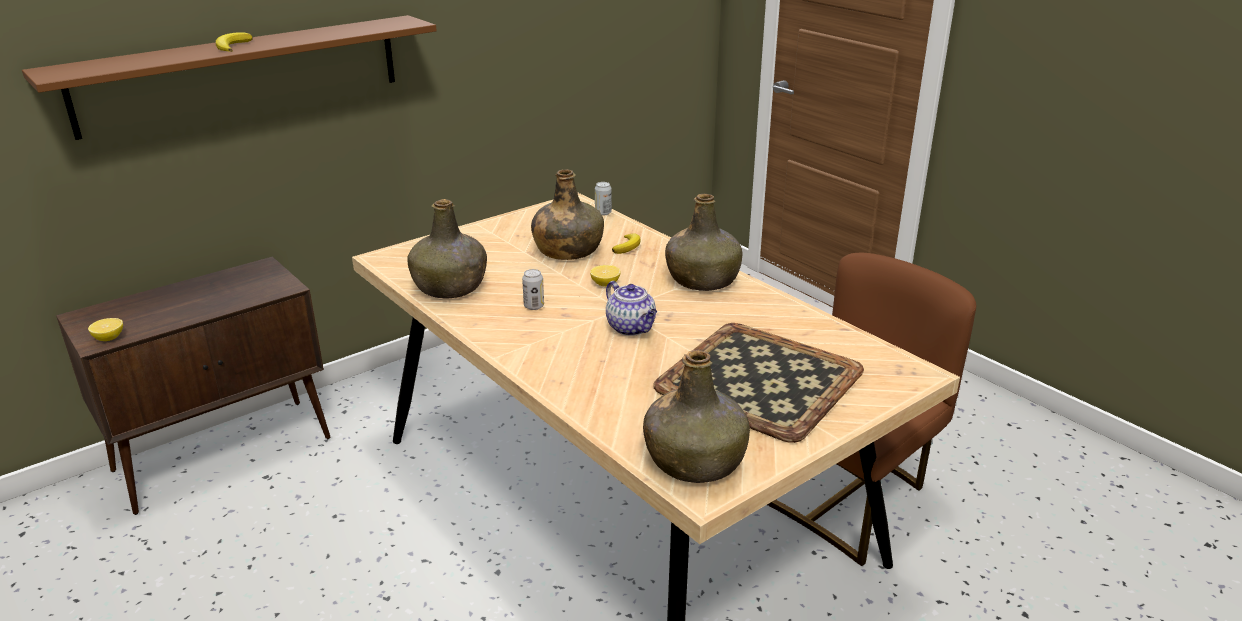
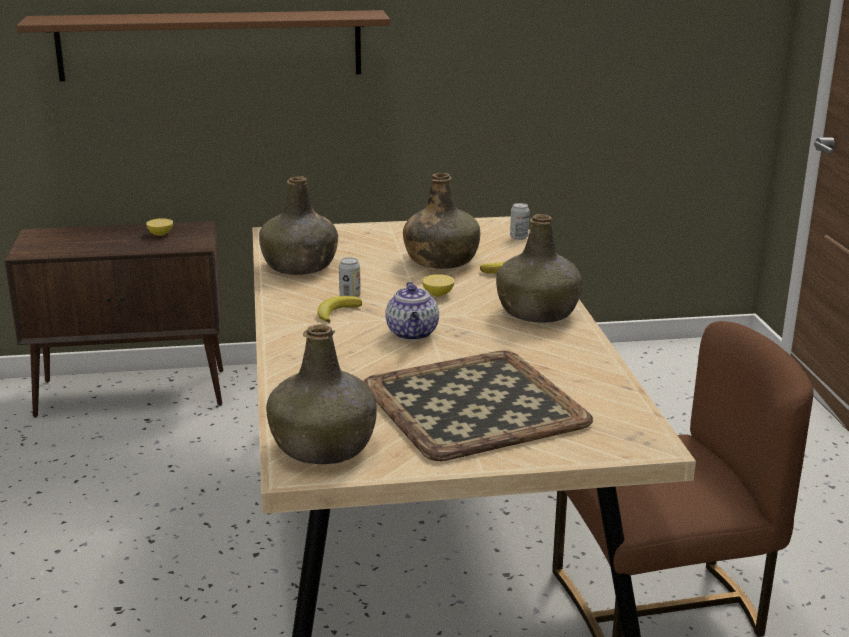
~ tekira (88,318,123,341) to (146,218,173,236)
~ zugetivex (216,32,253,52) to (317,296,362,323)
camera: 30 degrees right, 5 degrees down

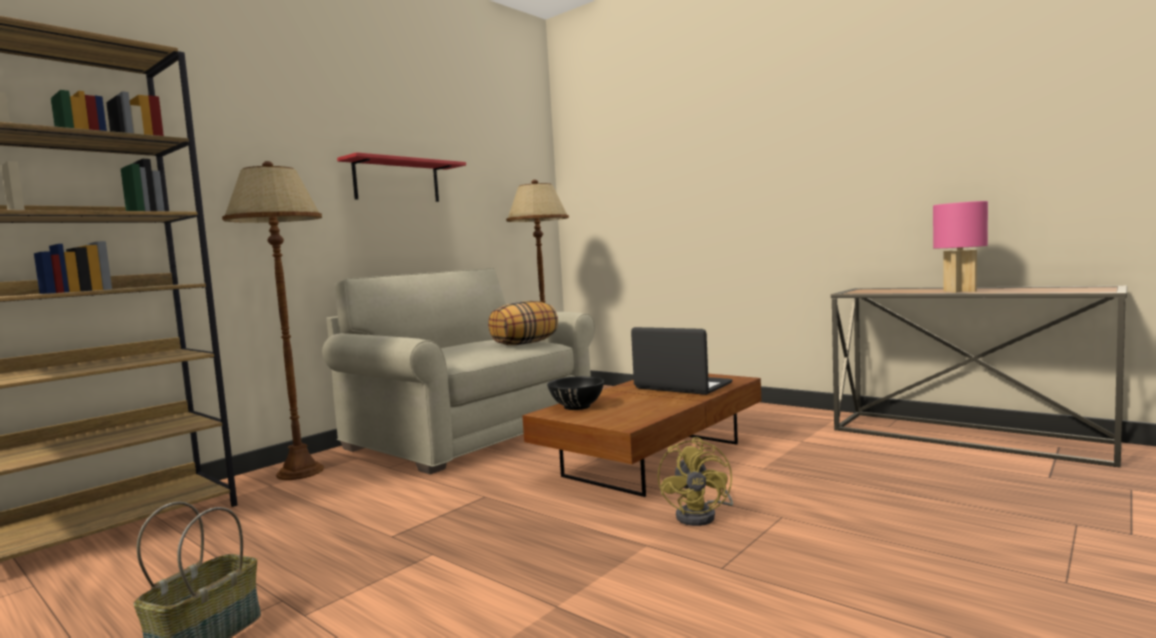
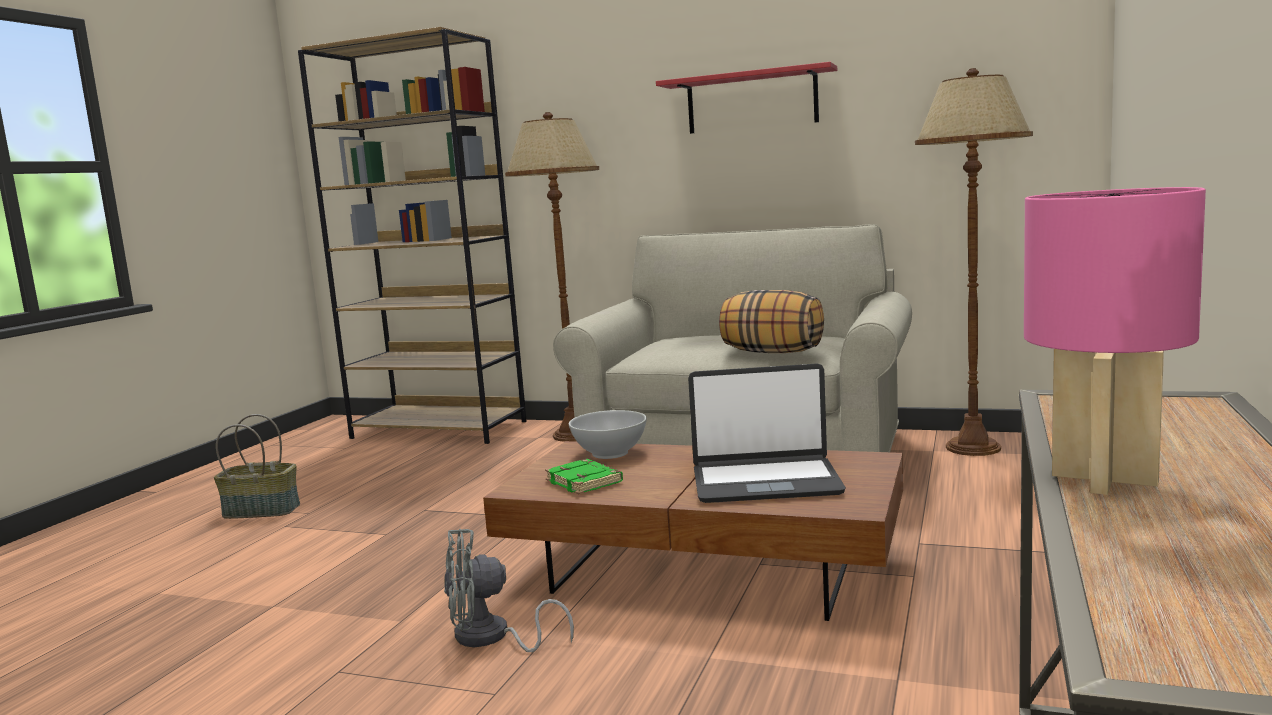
+ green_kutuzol (545,459,623,494)
~ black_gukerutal (547,376,604,410) to white_gukerutal (569,410,647,459)
~ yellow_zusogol (658,437,733,526) to grey_zusogol (444,529,574,652)
~ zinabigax (631,327,733,395) = (688,363,846,503) 75 degrees clockwise
camera: 70 degrees right, 5 degrees up

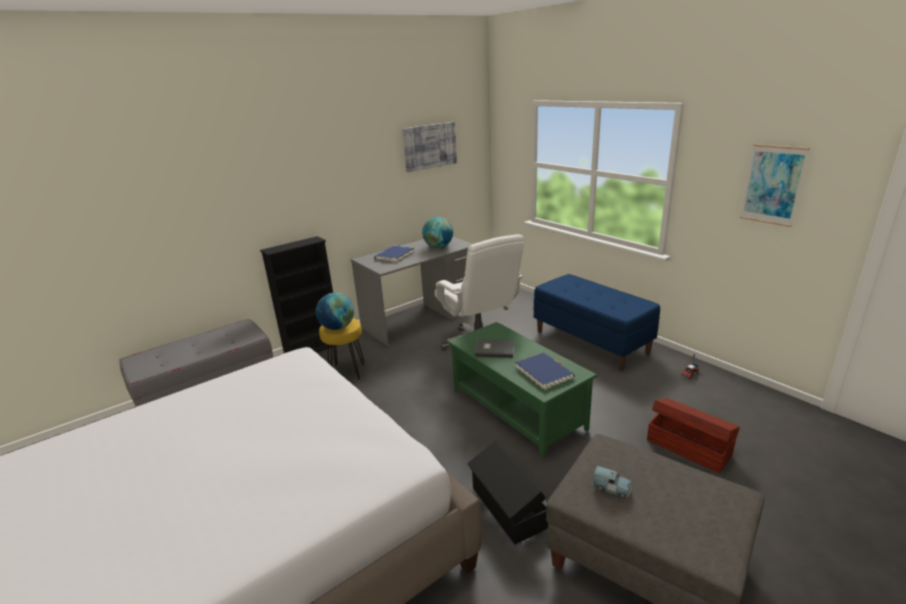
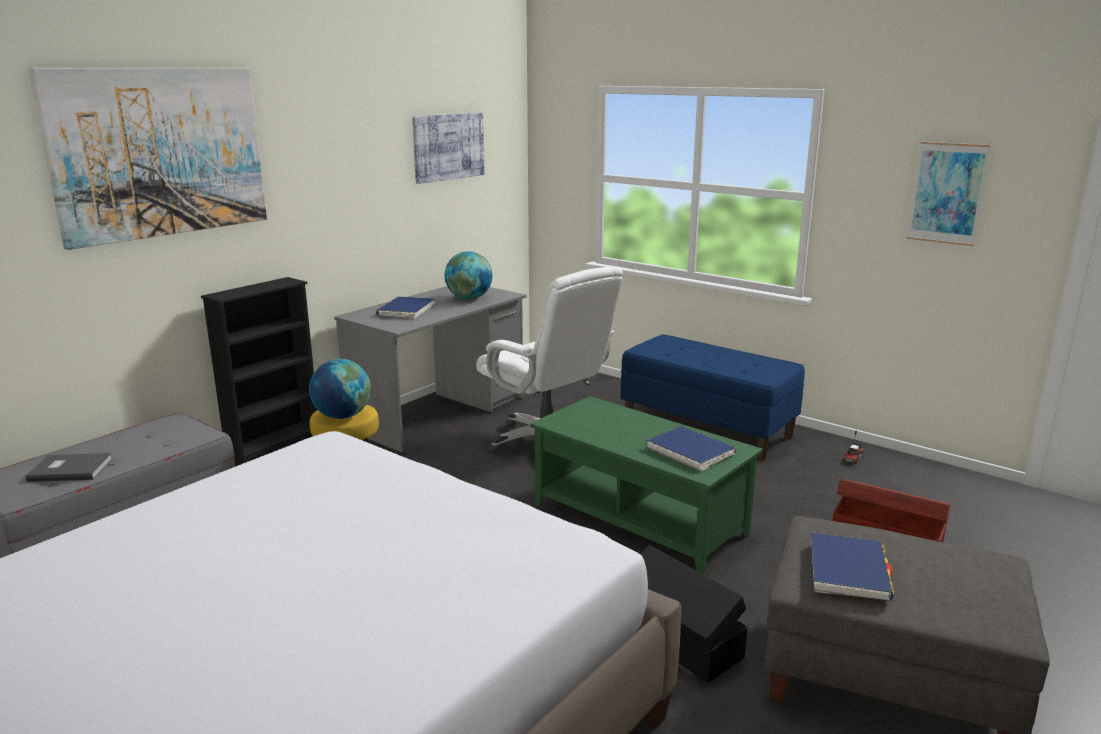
+ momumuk (28,68,267,250)
~ grey_kutuzol (475,339,514,358) to (26,453,112,482)
~ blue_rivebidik (592,466,631,498) to blue_kutuzol (811,532,894,601)
camera: 15 degrees left, 5 degrees down

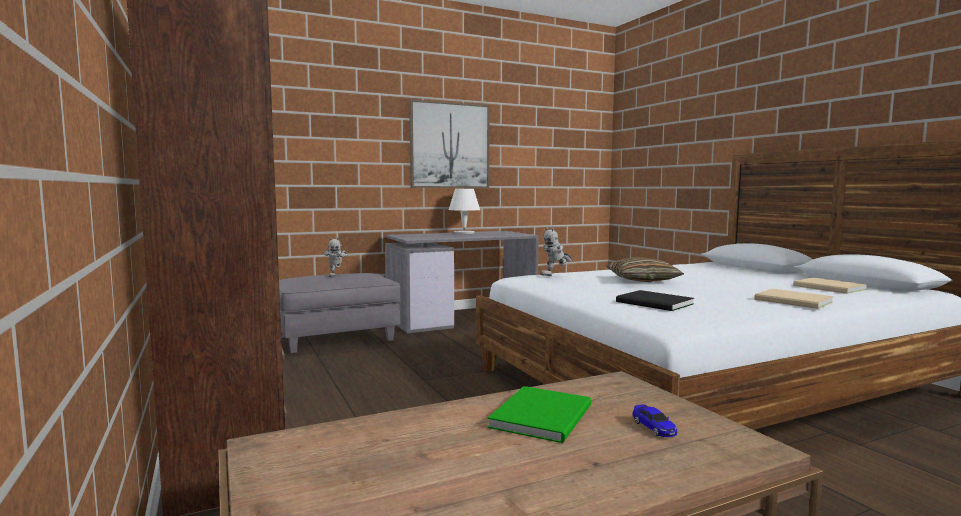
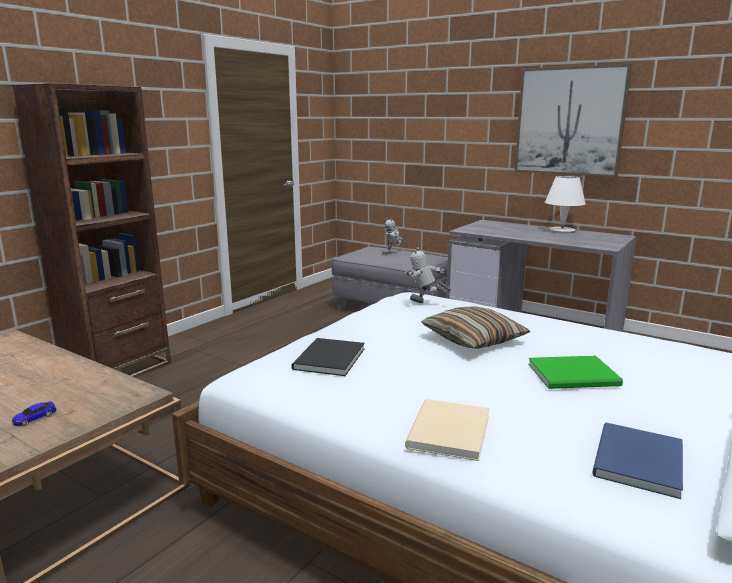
~ green_kutuzol (488,386,591,443) to (528,356,623,389)
~ beige_kutuzol (793,278,868,294) to blue_kutuzol (592,423,683,499)
camera: 60 degrees right, 10 degrees up

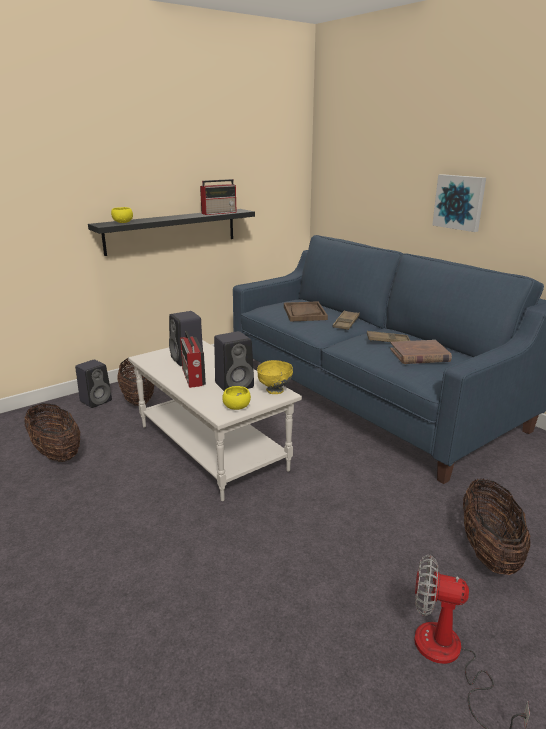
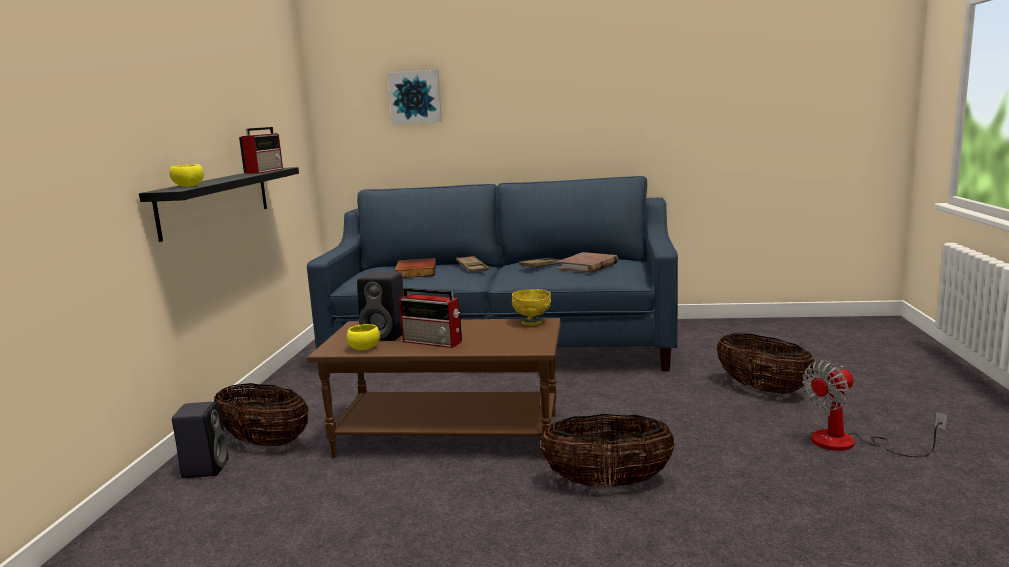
- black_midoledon (214,331,254,391)
~ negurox (24,403,80,462) to (540,414,676,487)
~ yellow_gukerutal (222,386,251,410) to (347,324,380,350)
~ momumuk (432,174,486,232) to (388,70,442,124)
~ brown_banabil (284,301,328,322) to kutuzol (395,258,436,278)
~ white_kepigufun (128,340,302,501) to brown_kepigufun (307,318,561,458)
camera: 45 degrees left, 10 degrees down

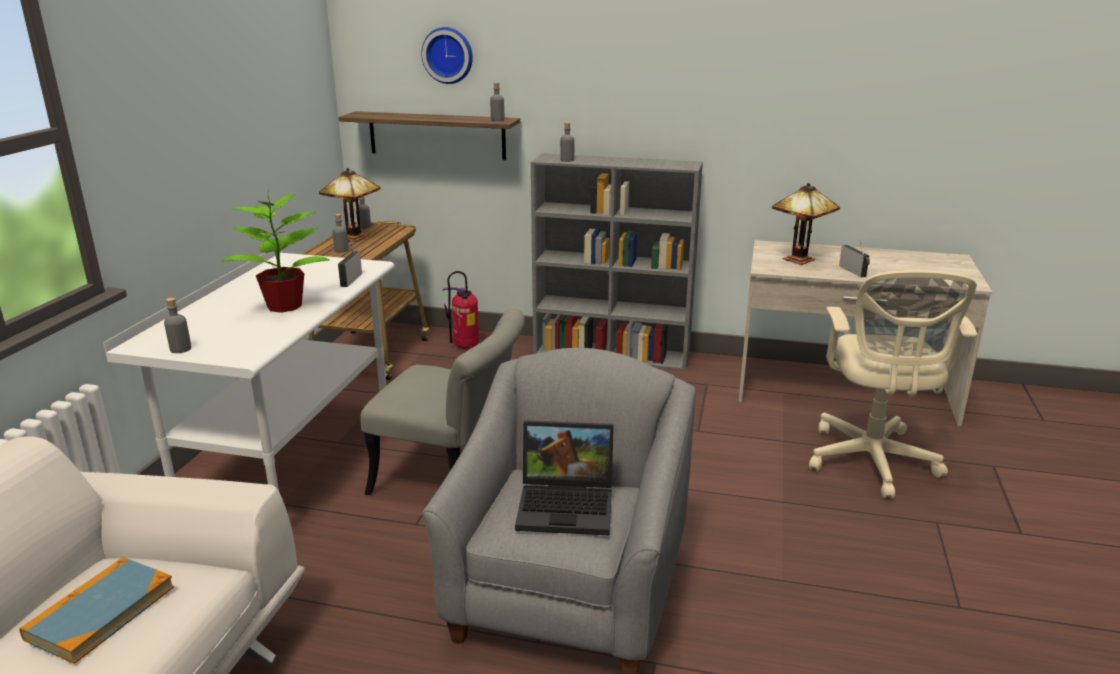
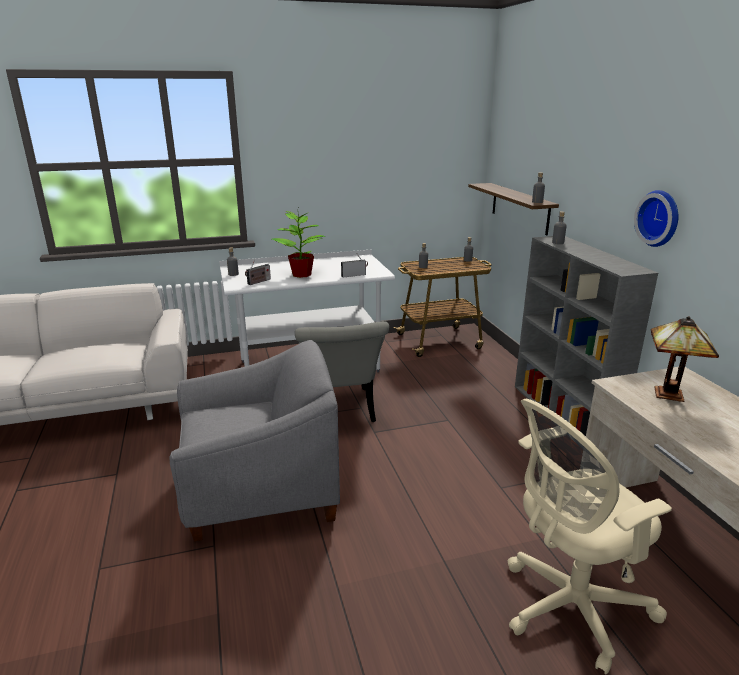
- kutuzol (19,557,174,664)
- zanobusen (319,168,380,242)
- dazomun (443,271,479,349)
- zinabigax (515,420,614,536)
~ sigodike (421,27,473,84) to (634,190,678,247)
~ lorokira (839,240,870,277) to (245,260,271,285)
camera: 60 degrees right, 0 degrees up

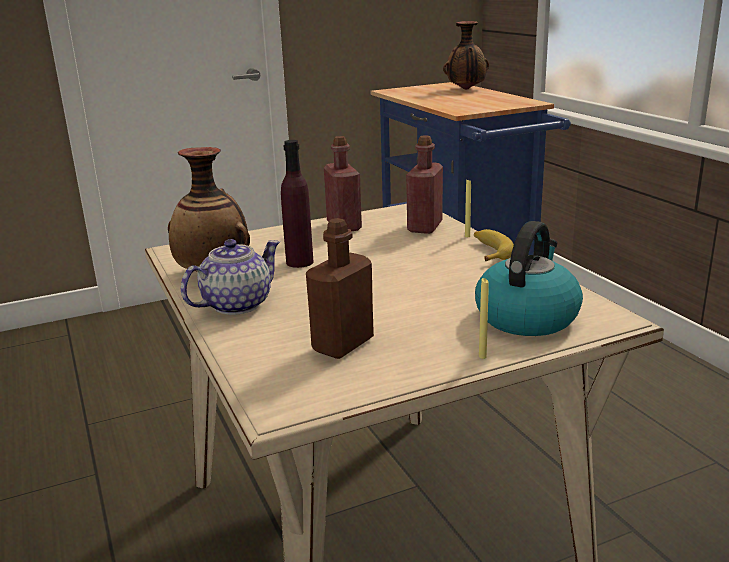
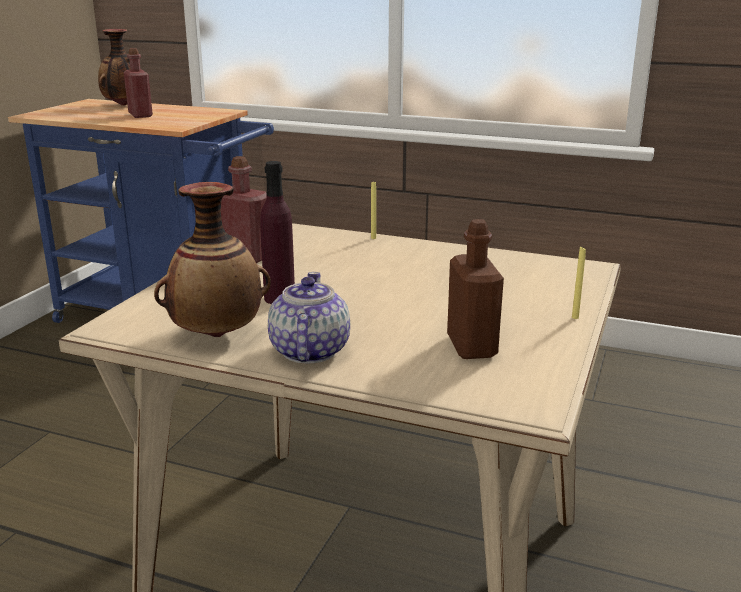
- zugetivex (474,229,514,261)
- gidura (475,221,583,336)
~ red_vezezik (406,135,443,234) to (124,48,153,118)
camera: 45 degrees left, 0 degrees up

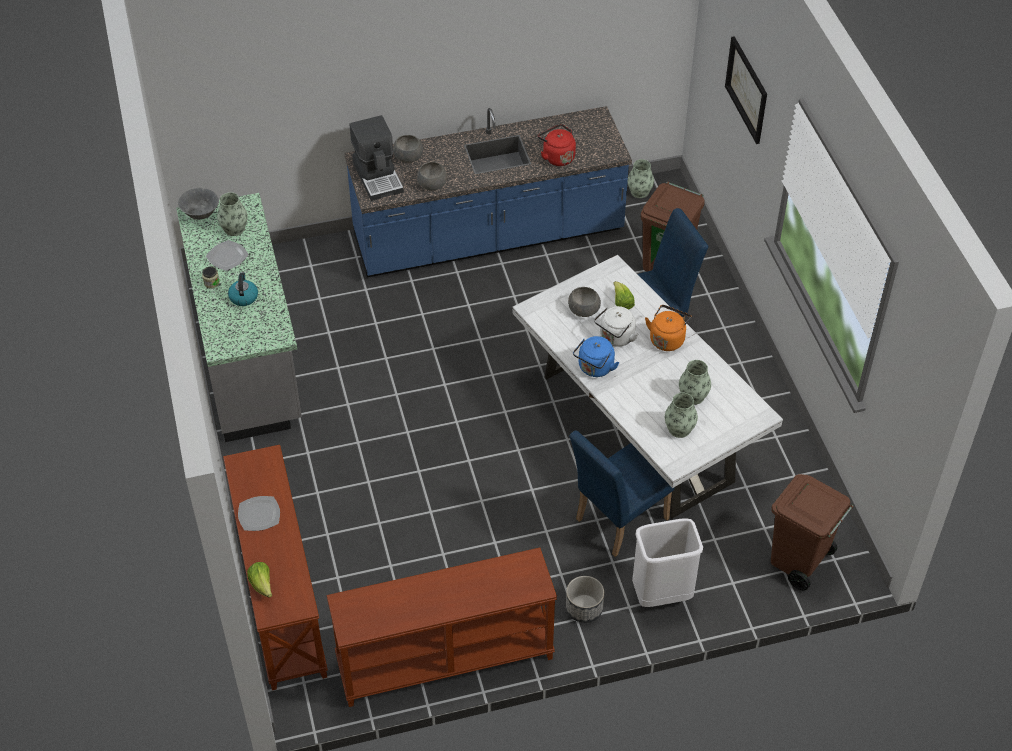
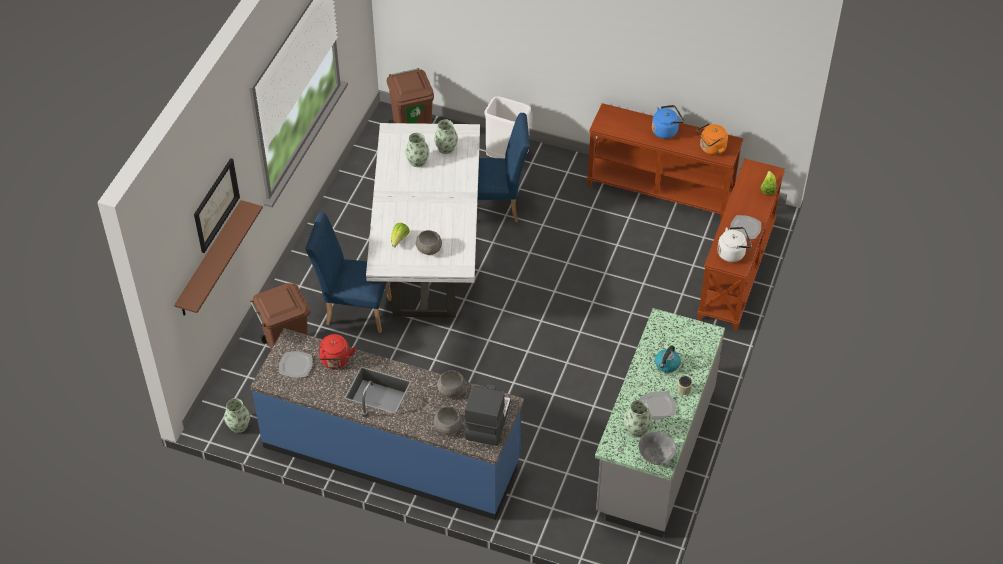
- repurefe (566,576,604,623)
+ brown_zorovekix (174,200,263,316)
+ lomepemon (279,351,313,378)
~ blue_gidura (573,336,619,377) to (652,105,684,139)
~ white_gidura (594,306,638,347) to (717,227,752,262)
~ orange_gidura (645,305,692,351) to (696,123,728,155)
camera: 145 degrees left, 0 degrees up

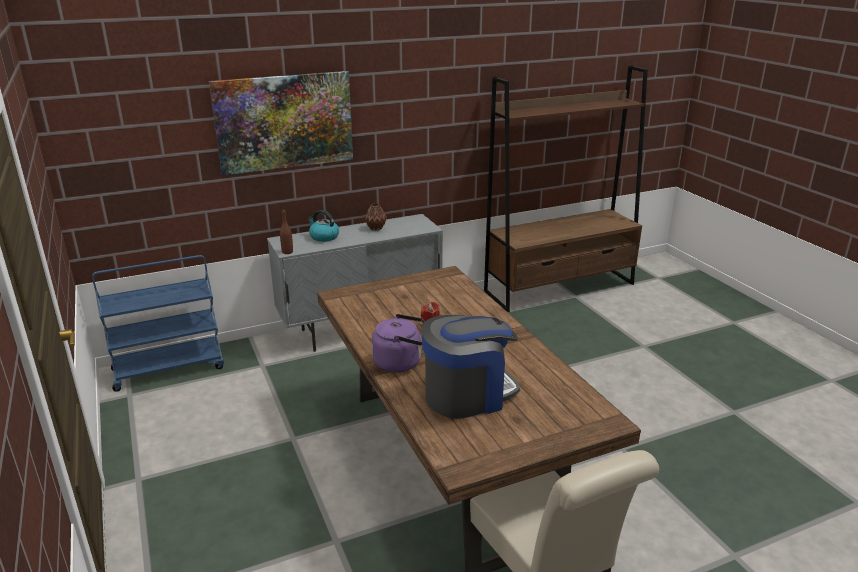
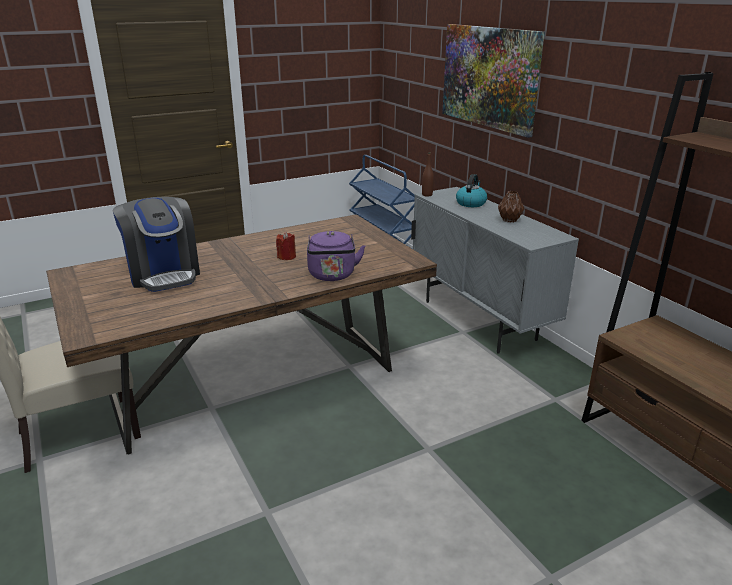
~ purple_gidura (372,314,424,373) to (307,231,365,281)
camera: 85 degrees right, 0 degrees up

